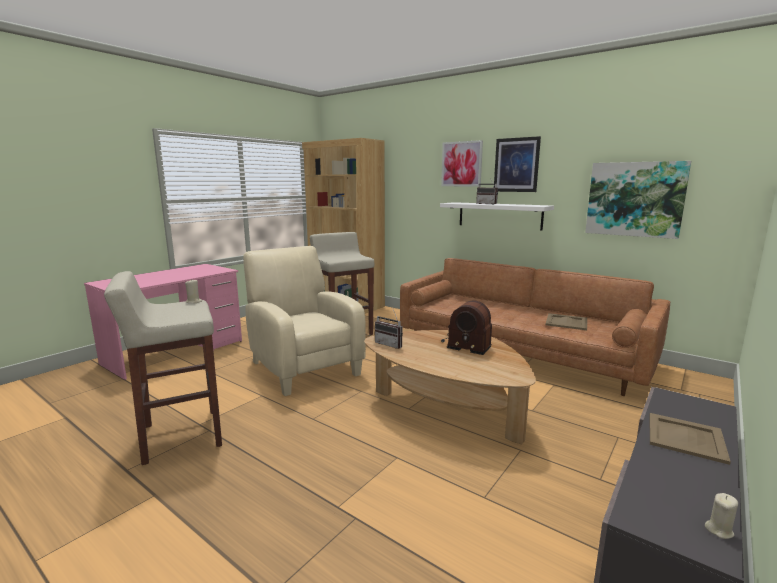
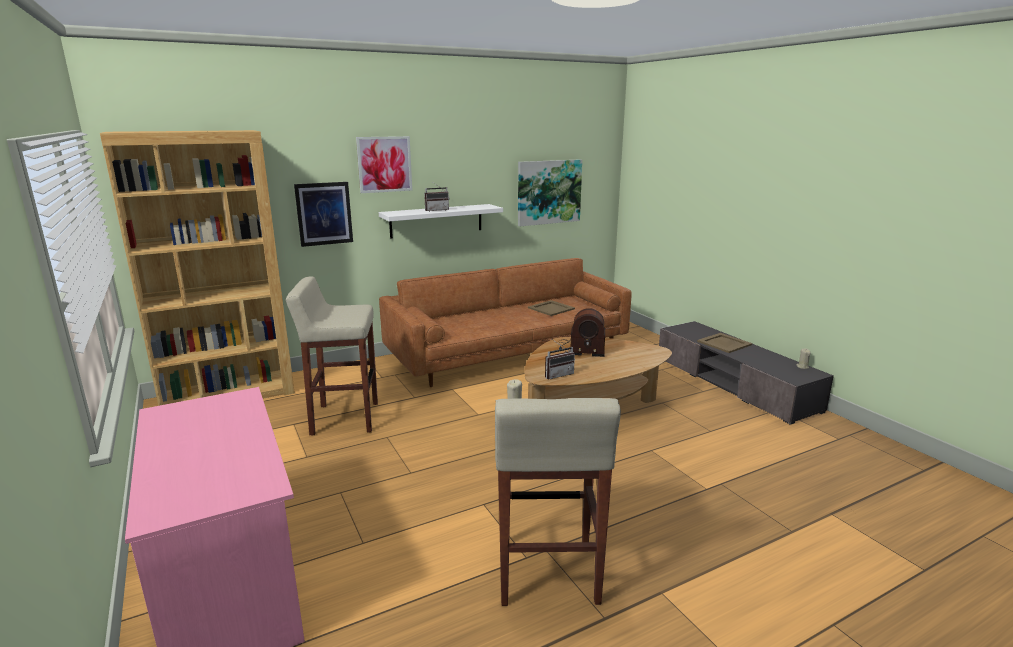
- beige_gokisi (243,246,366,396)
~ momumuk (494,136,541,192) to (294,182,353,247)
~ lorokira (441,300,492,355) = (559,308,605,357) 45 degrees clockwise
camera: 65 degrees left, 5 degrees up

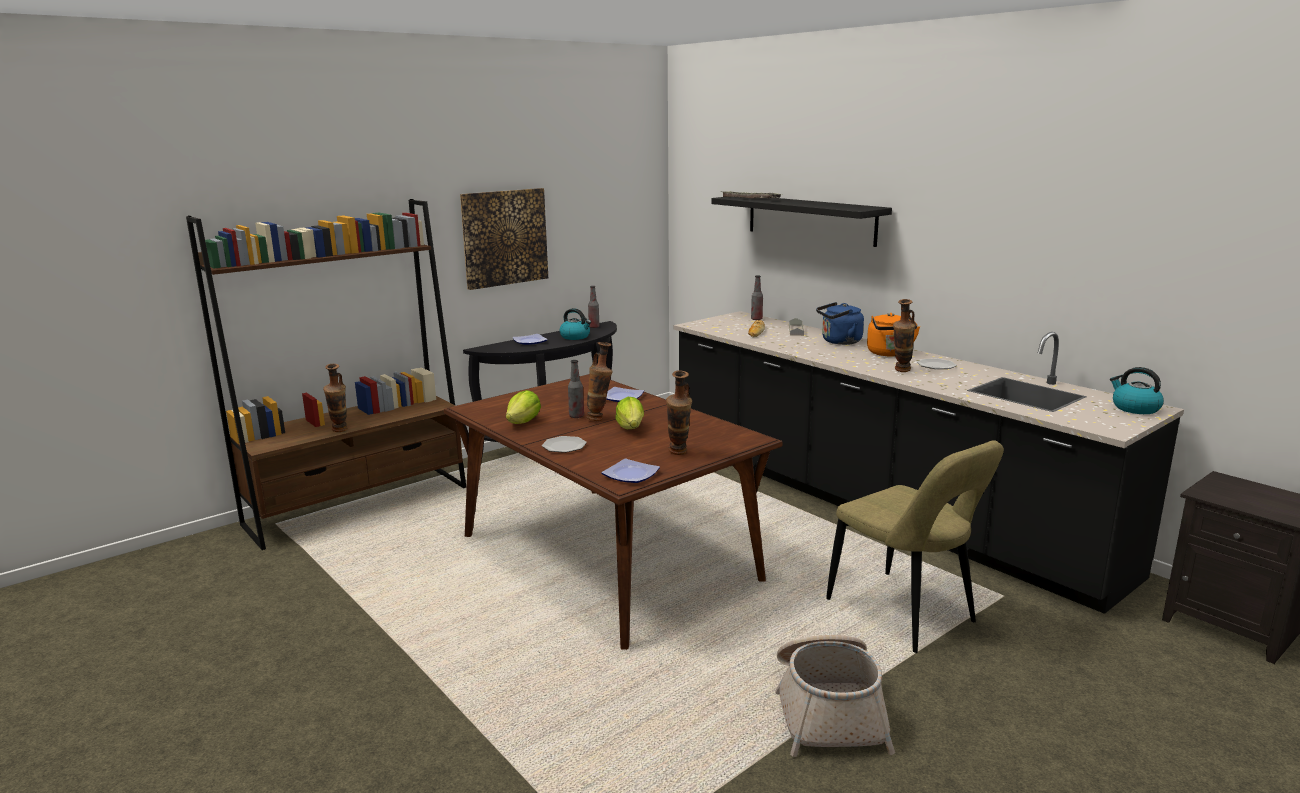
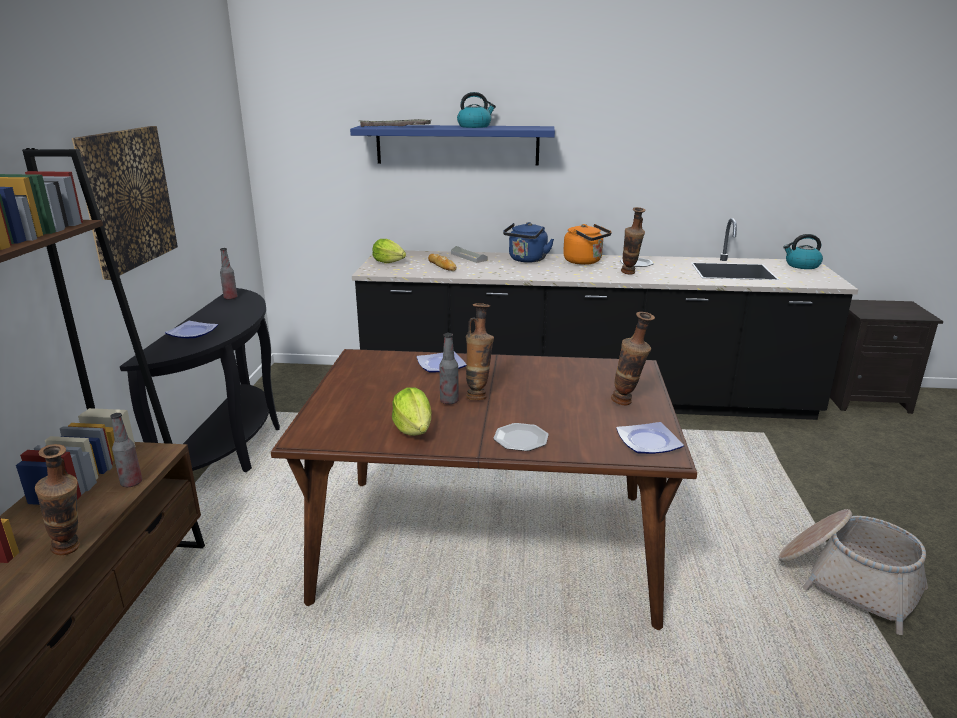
- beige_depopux (826,440,1004,653)
~ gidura (560,308,591,340) to (457,92,496,128)
~ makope (615,397,644,429) to (372,239,406,263)
~ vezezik (751,275,763,320) to (110,413,142,487)
~ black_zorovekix (712,197,892,247) to blue_zorovekix (350,125,555,166)
camera: 45 degrees left, 5 degrees up

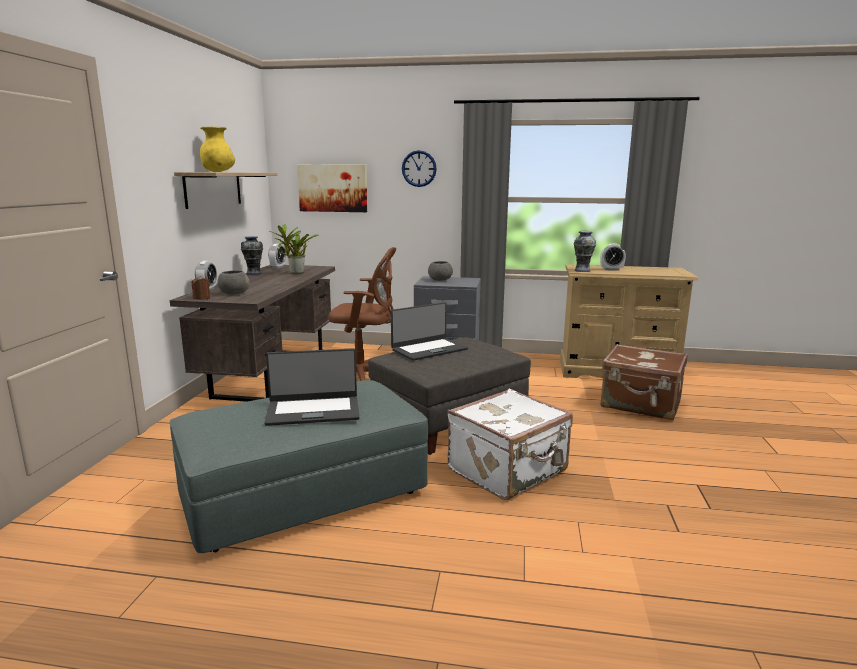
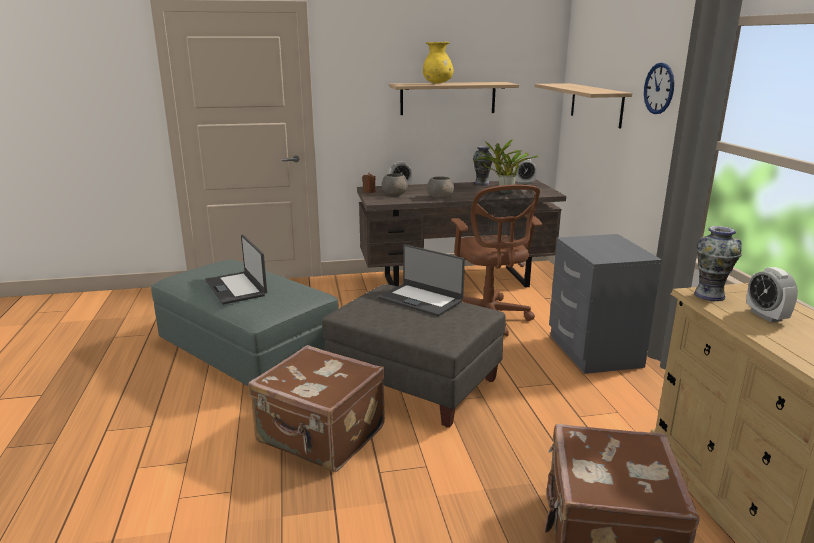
~ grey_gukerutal (428,261,453,281) to (427,176,454,198)
~ momumuk (297,164,367,212) to zorovekix (535,83,632,129)
~ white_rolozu (447,389,573,500) to brown_rolozu (248,345,385,472)
camera: 70 degrees right, 5 degrees up

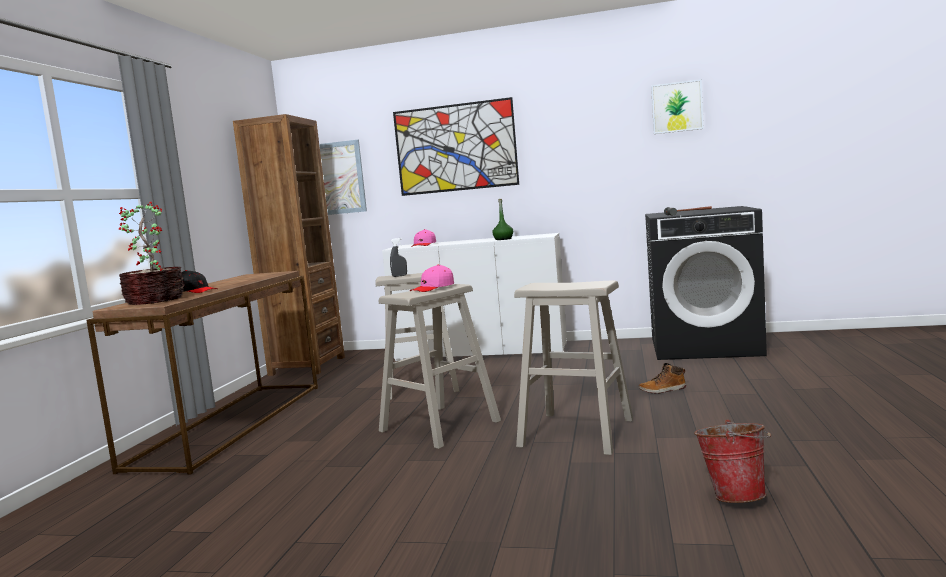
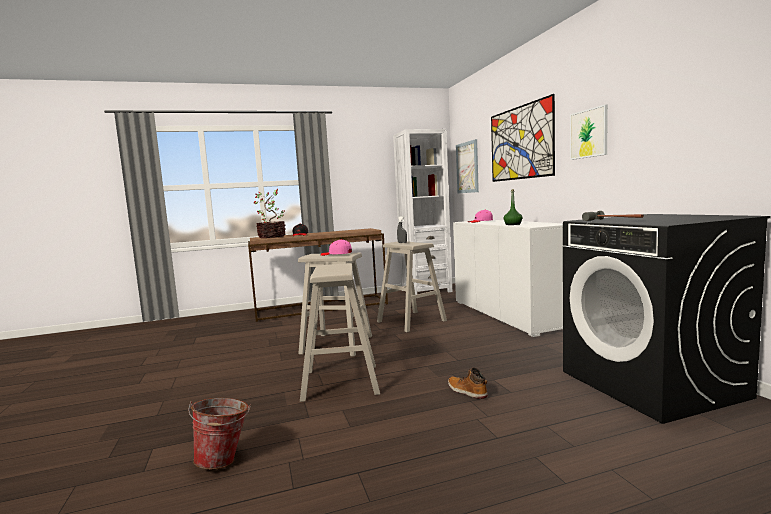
~ momumuk (651,79,704,134) to (570,104,608,160)
~ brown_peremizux (233,114,345,376) to white_peremizux (393,129,452,295)
camera: 60 degrees right, 0 degrees up

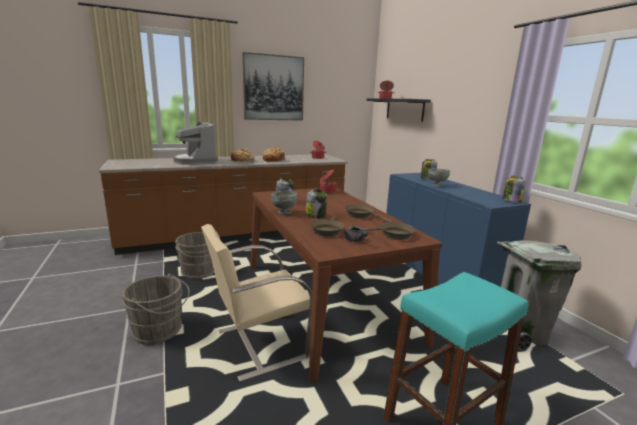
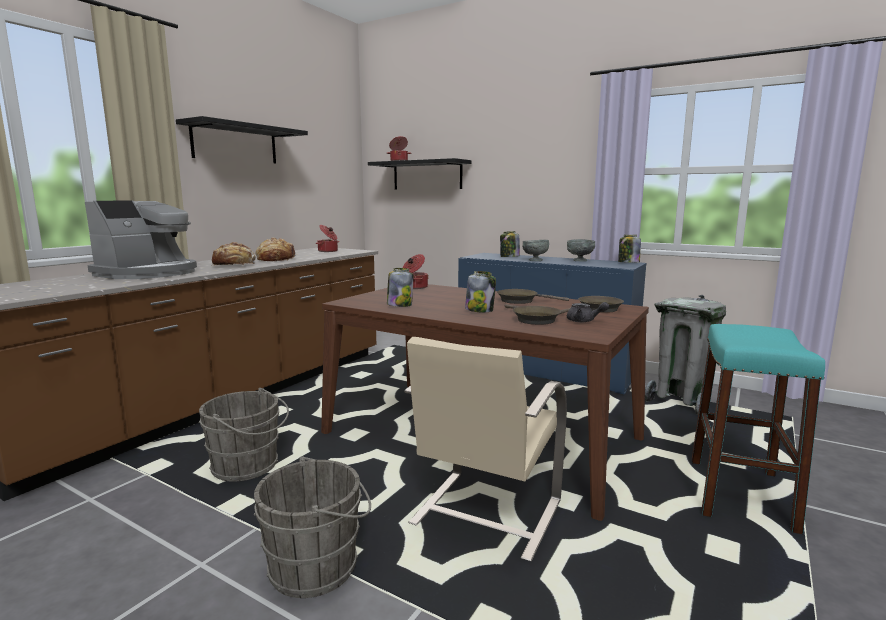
~ grey_gukerutal (271,191,298,215) to (567,239,595,262)
~ momumuk (242,52,304,121) to black_zorovekix (176,116,308,164)
~ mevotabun (173,122,218,165) = (85,200,197,279) 90 degrees counterclockwise
camera: 35 degrees left, 5 degrees down

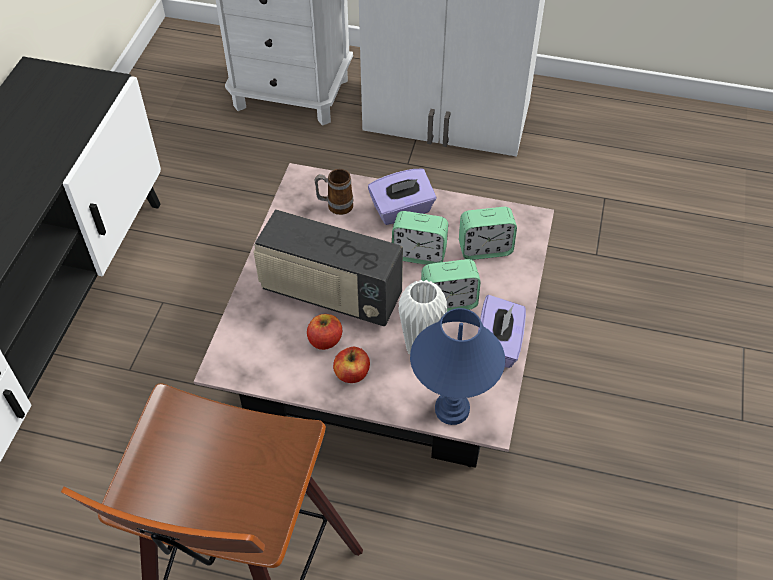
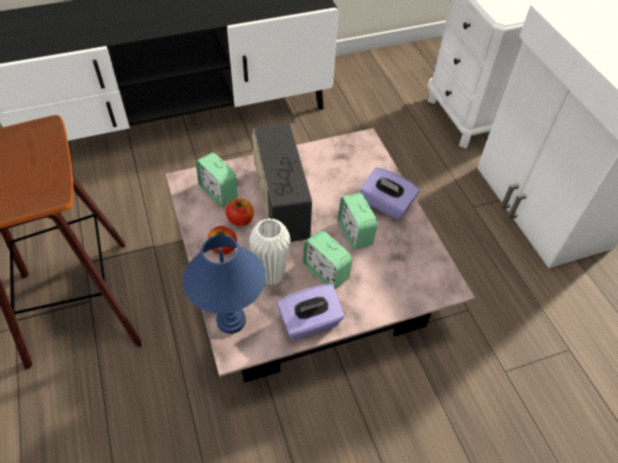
- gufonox (314,169,353,215)
~ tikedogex (459,207,517,260) to (196,153,238,207)
camera: 55 degrees right, 0 degrees up

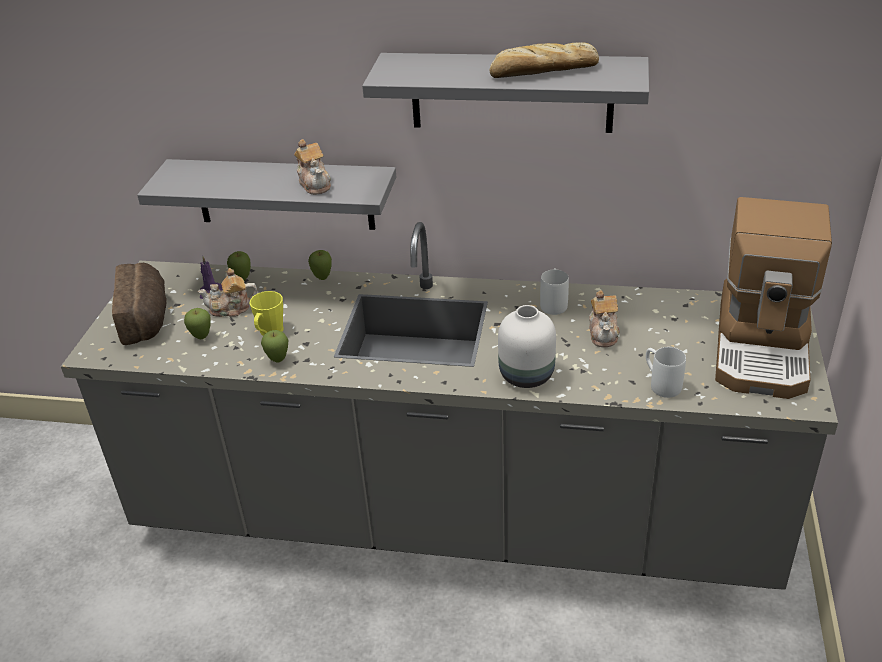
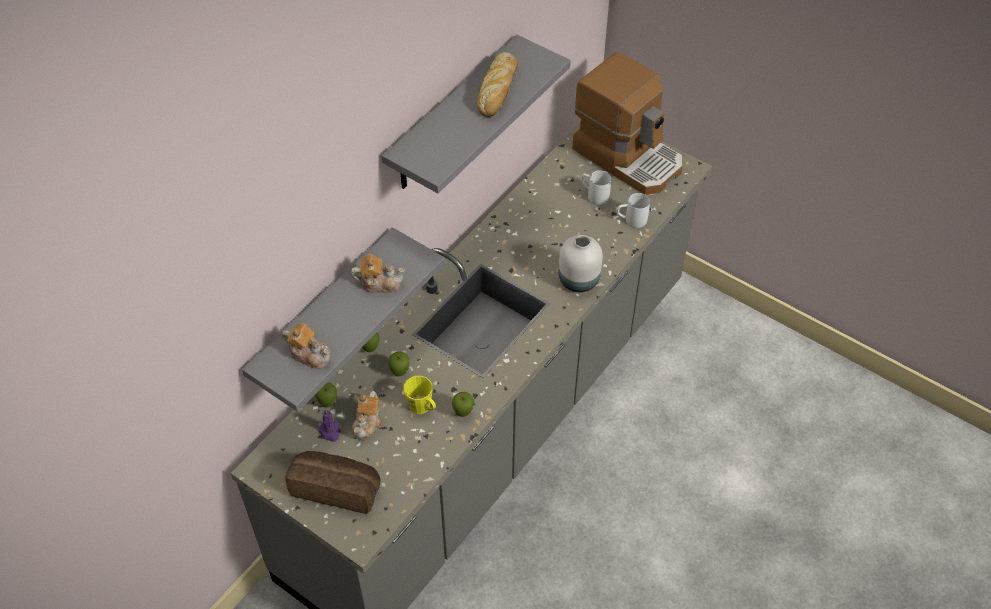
~ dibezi (184,308,211,339) to (388,351,410,376)
~ white_gufonox (540,268,569,315) to (581,171,611,205)
~ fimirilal (589,290,620,347) to (282,323,330,369)
camera: 65 degrees left, 15 degrees up

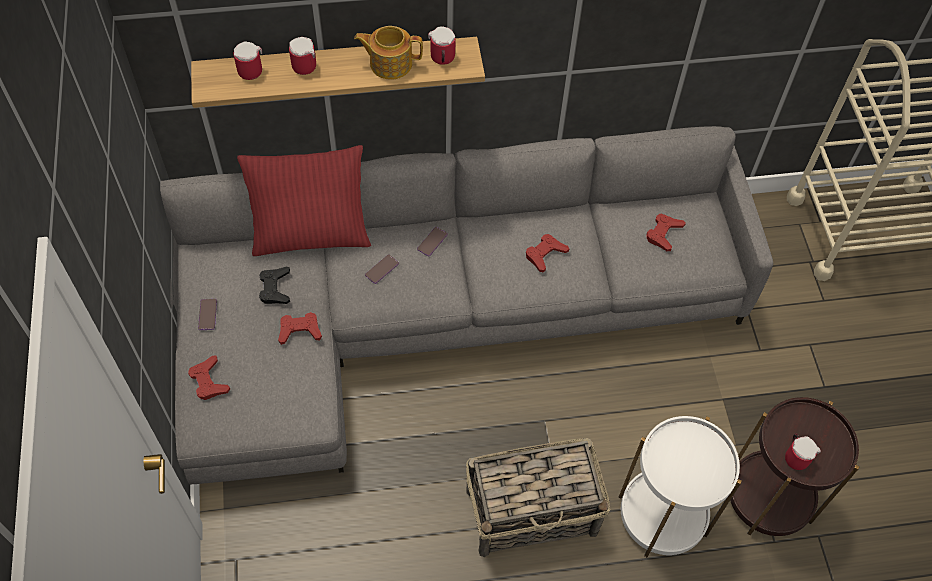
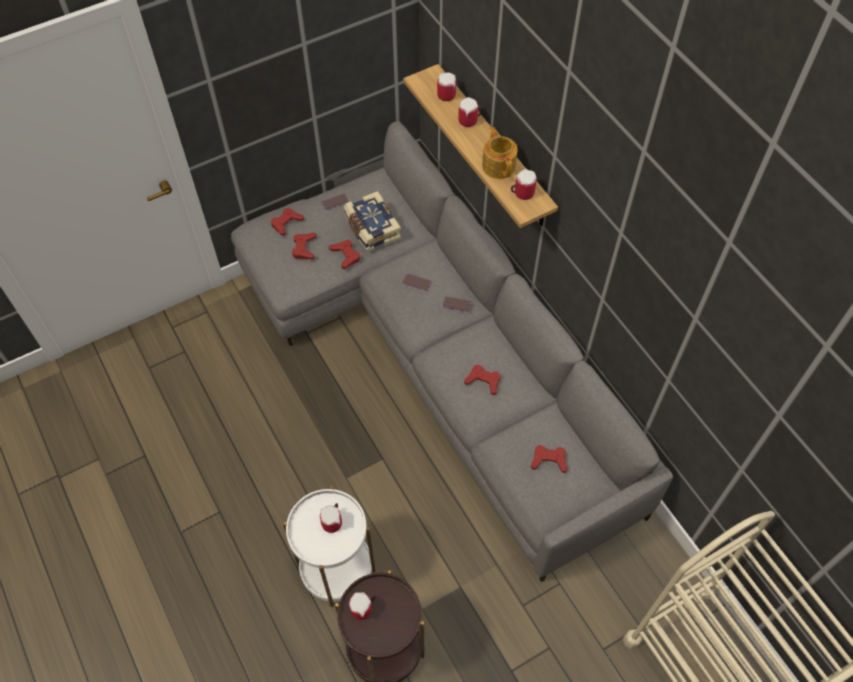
- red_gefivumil (237,145,371,256)
- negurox (466,438,611,558)
+ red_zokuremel (292,233,317,260)
+ gufonox (320,503,342,533)
~ black_zokuremel (259,267,290,304) to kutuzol (344,191,401,252)
camera: 70 degrees right, 0 degrees up

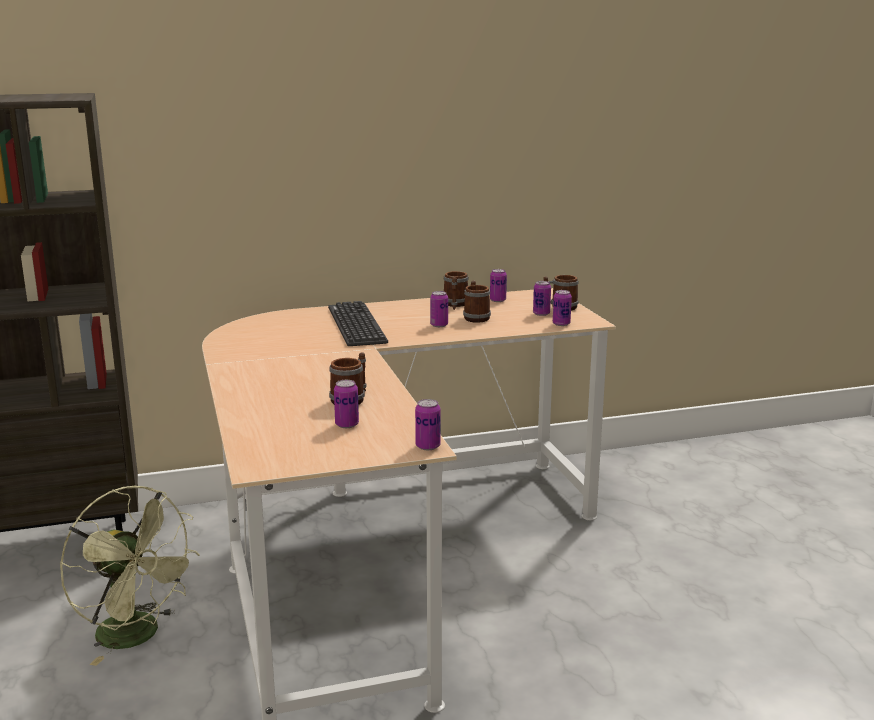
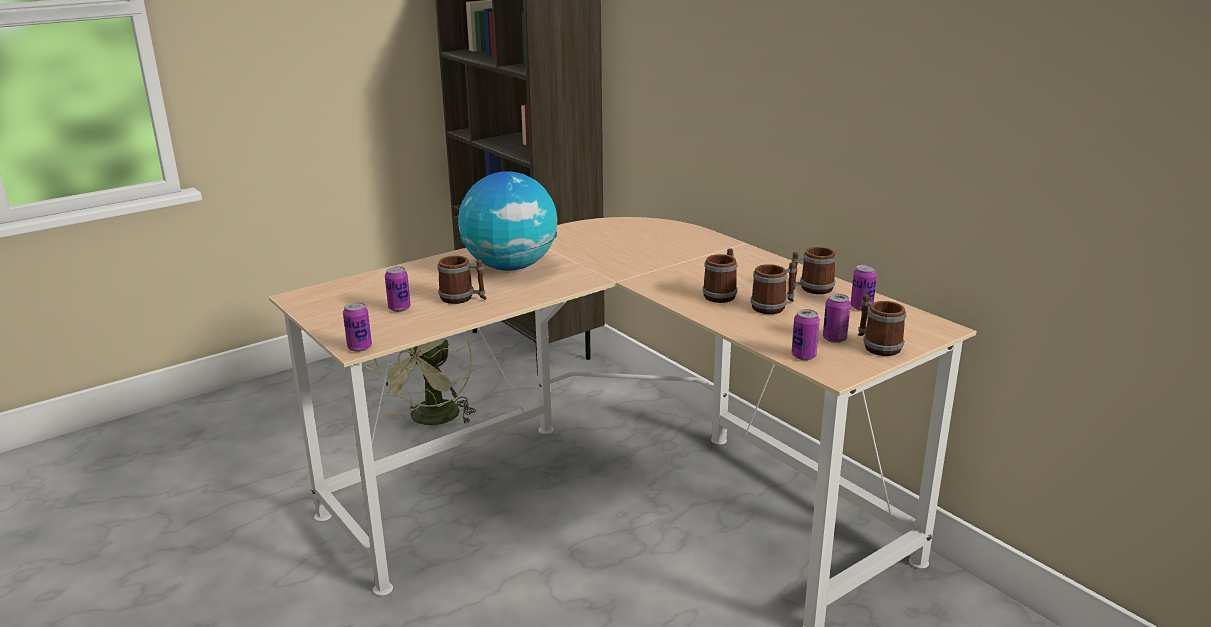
- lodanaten (328,301,388,346)
+ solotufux (458,171,557,271)
~ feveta (430,291,448,327) to gufonox (702,248,738,303)
camera: 70 degrees right, 5 degrees up

